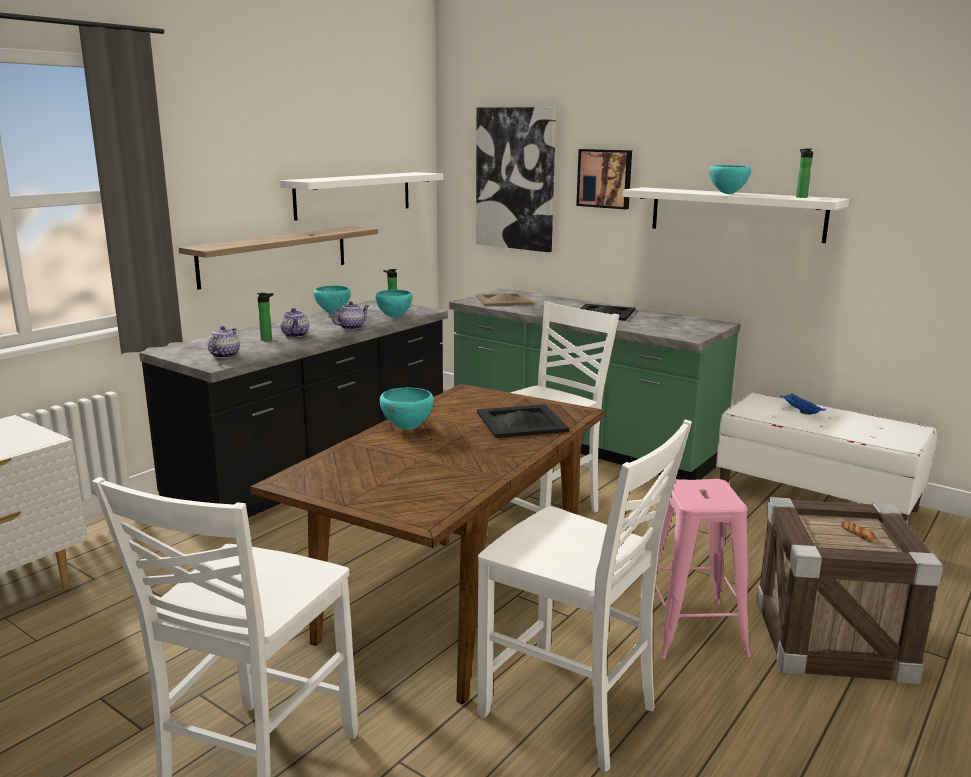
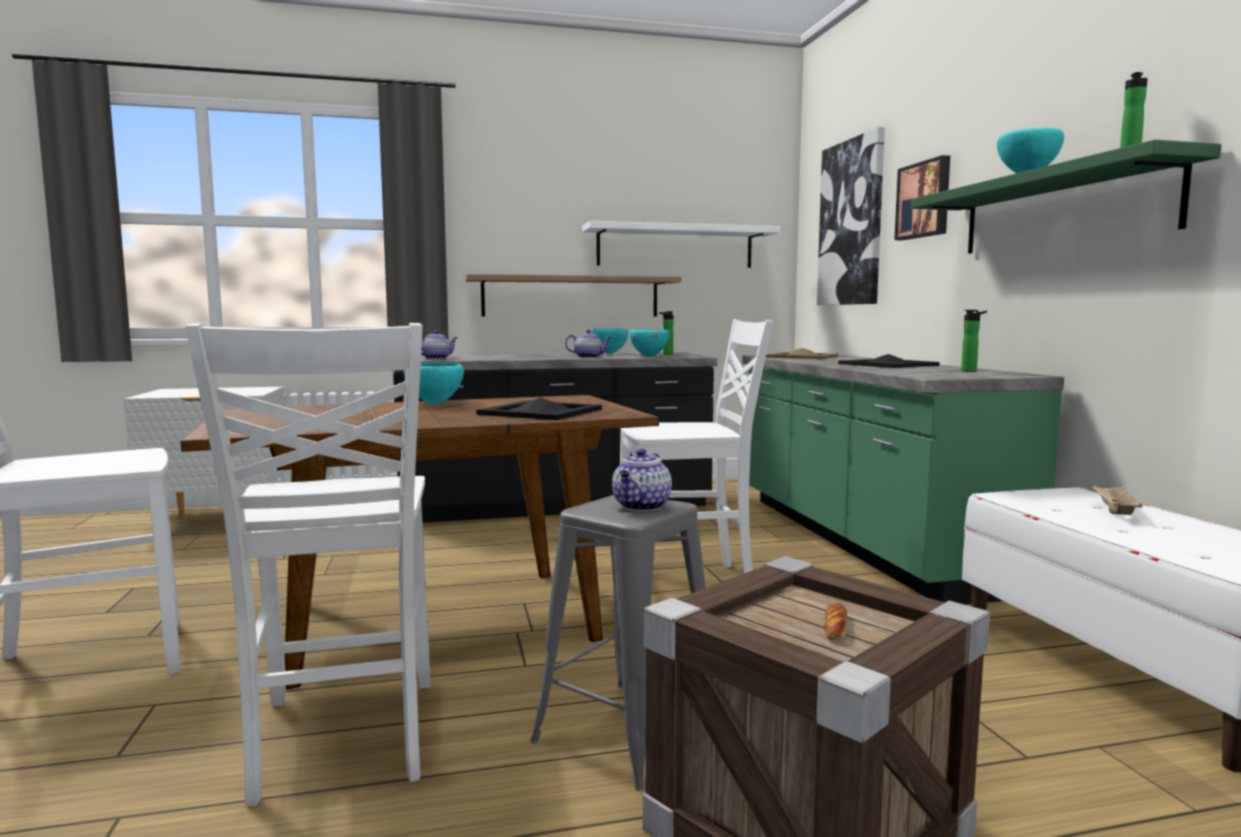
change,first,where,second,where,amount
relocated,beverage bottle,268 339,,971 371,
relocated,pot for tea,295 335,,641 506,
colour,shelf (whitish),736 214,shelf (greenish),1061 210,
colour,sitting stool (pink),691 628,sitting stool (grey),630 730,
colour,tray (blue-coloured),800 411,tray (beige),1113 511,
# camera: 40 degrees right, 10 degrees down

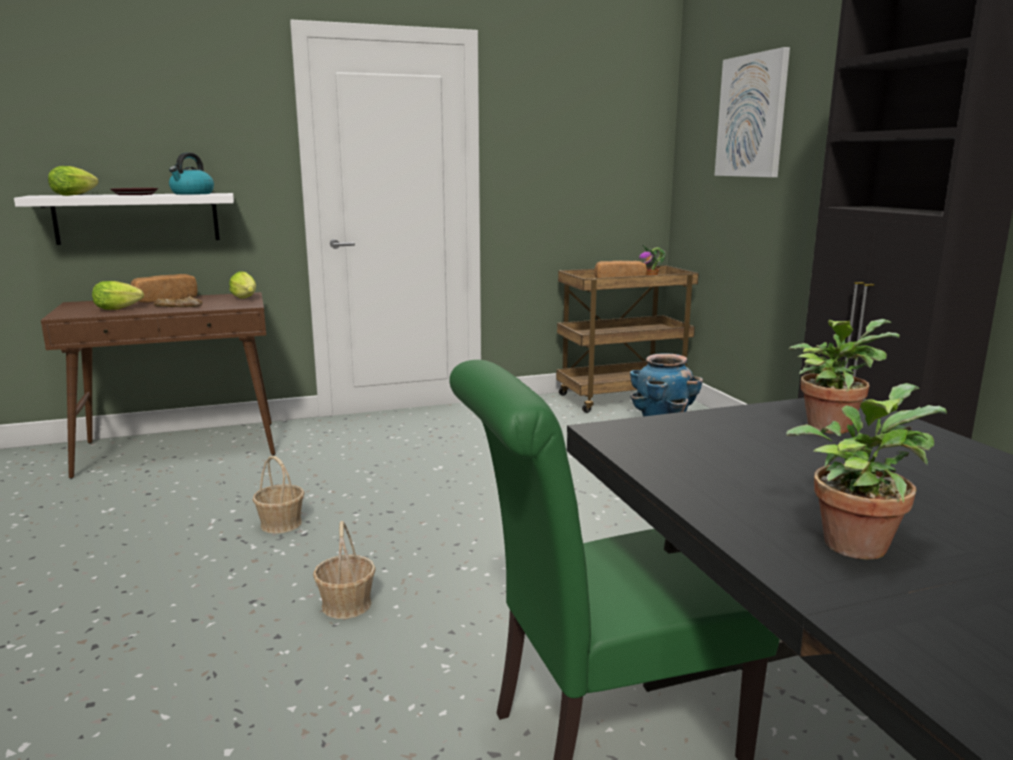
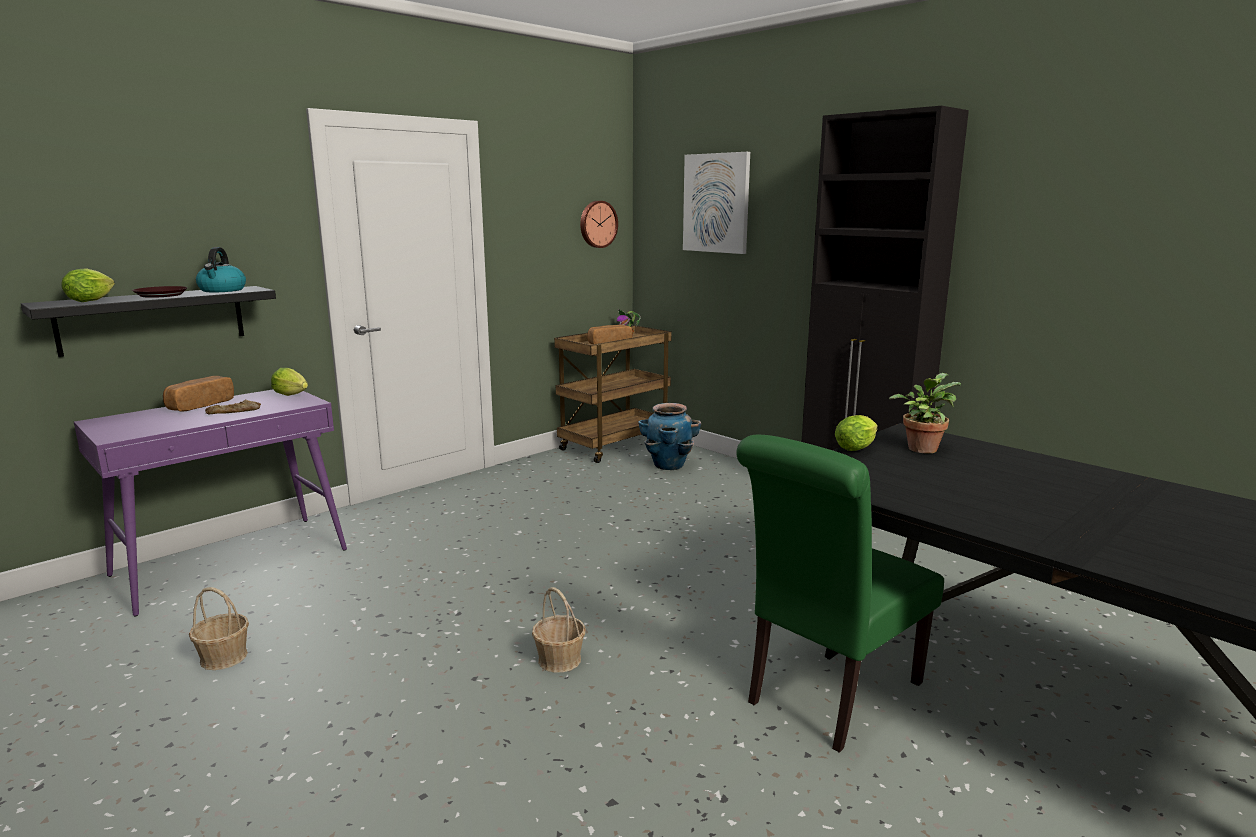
change,first,where,second,where,amount
colour,shelf (whitish),137 218,shelf (black),153 319,
colour,narrow table (brownish),181 448,narrow table (purple),232 562,
relocated,lettuce head,120 309,,857 447,
relocated,storage basket,281 524,,224 657,
missing,plant in a pot,855 541,,,
appeared,,,hanging clock,597 224,
# camera: 25 degrees left, 0 degrees up

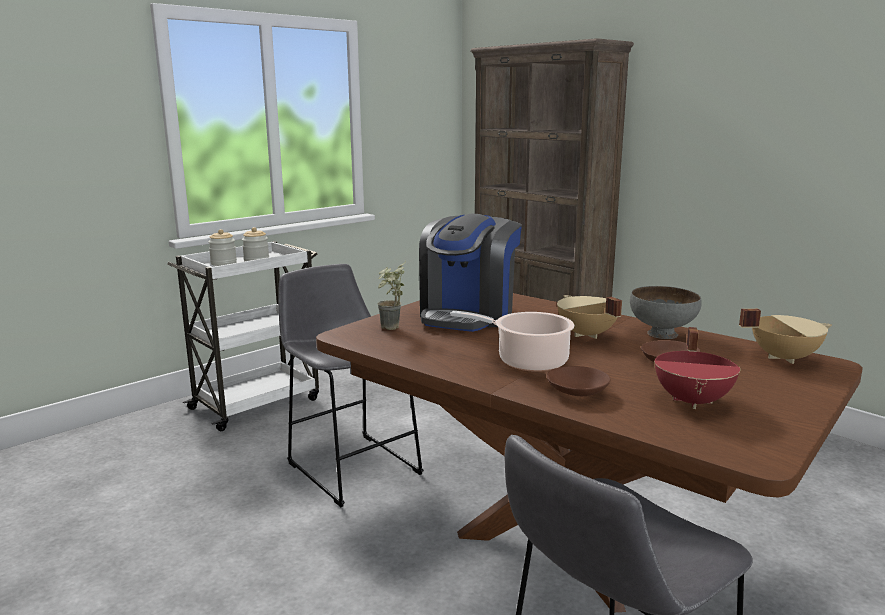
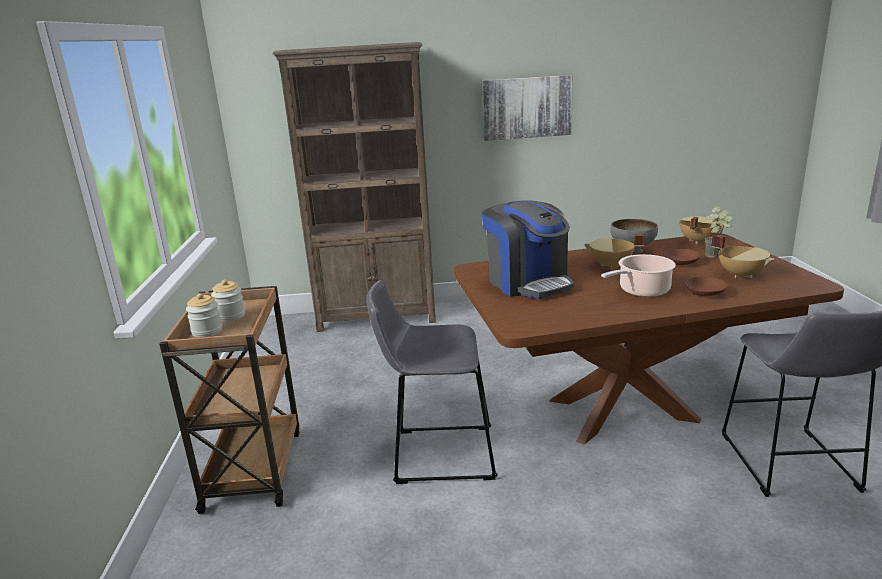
change,first,where,second,where,amount
colour,wheeled cart (whitish),257 403,wheeled cart (brownish),254 468,
relocated,plant in a pot,391 329,,716 256,
colour,saucepot (reddish),694 401,saucepot (beige),741 274,
appeared,,,wall art,526 107,
# camera: 50 degrees left, 5 degrees up

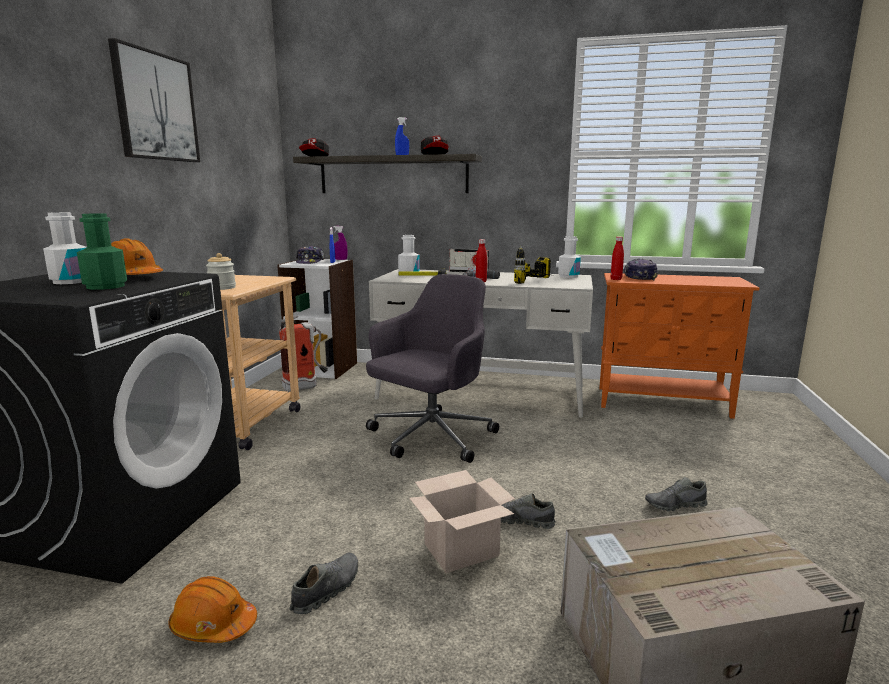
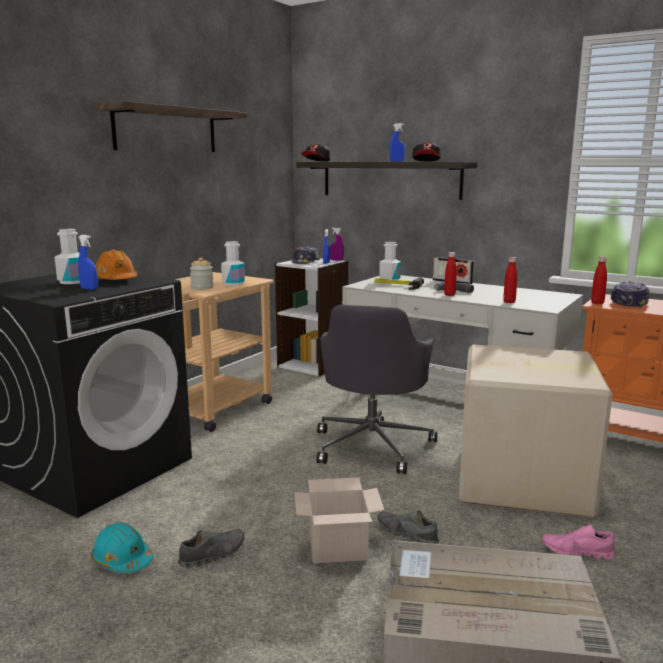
change,first,where,second,where,amount
exchanged,beverage bottle (greenish),105 286,sprayer (blue-coloured),89 289,
exchanged,wall art,155 107,shelf,166 130,
colour,safety helmet (orange),213 625,safety helmet (turquoise),122 560,
missing,fire extinguisher,306 387,,,
spun,desk chair (grey),430 437,,373 445,135 degrees clockwise
exchanged,electric drill,540 283,beverage bottle (reddish),509 302,
relocated,beverage bottle (whitish),568 276,,233 283,
colour,low shoe (grey),675 505,low shoe (pink),577 552,
appeared,,,packing box,525 481,
# camera: 20 degrees right, 0 degrees up

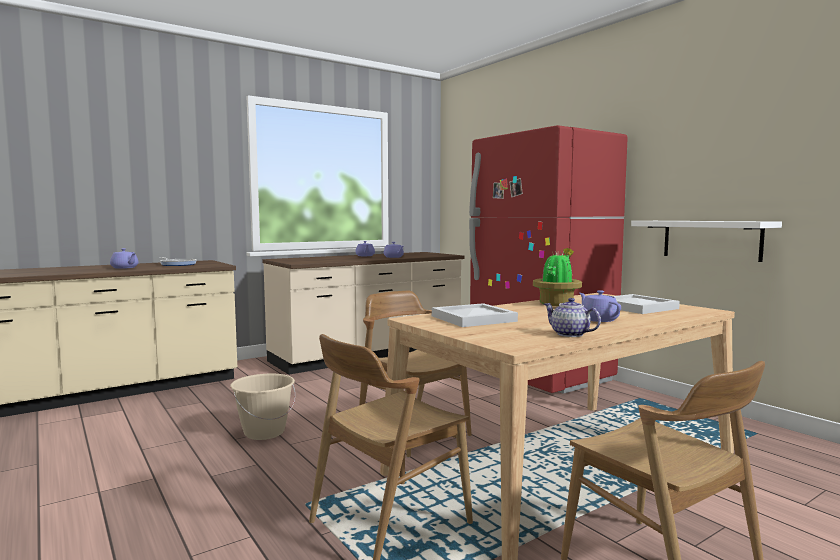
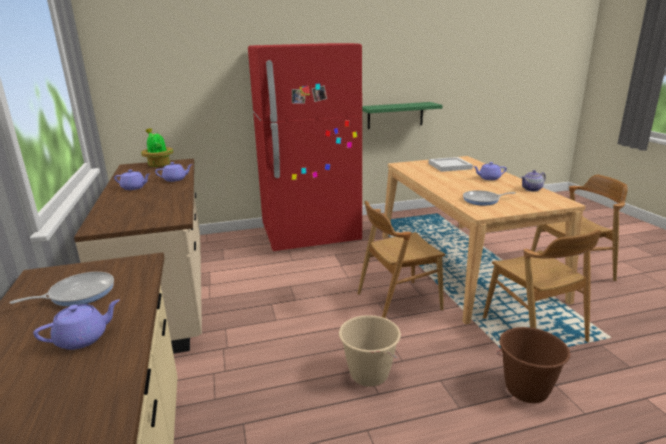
change,first,where,second,where,amount
exchanged,tray (whitish),473 319,skillet,483 200,
relocated,plant in a pot,557 304,,159 164,
colour,shelf (whitish),711 239,shelf (greenish),395 115,
appeared,,,bucket (brownish),526 390,
# camera: 70 degrees left, 15 degrees up

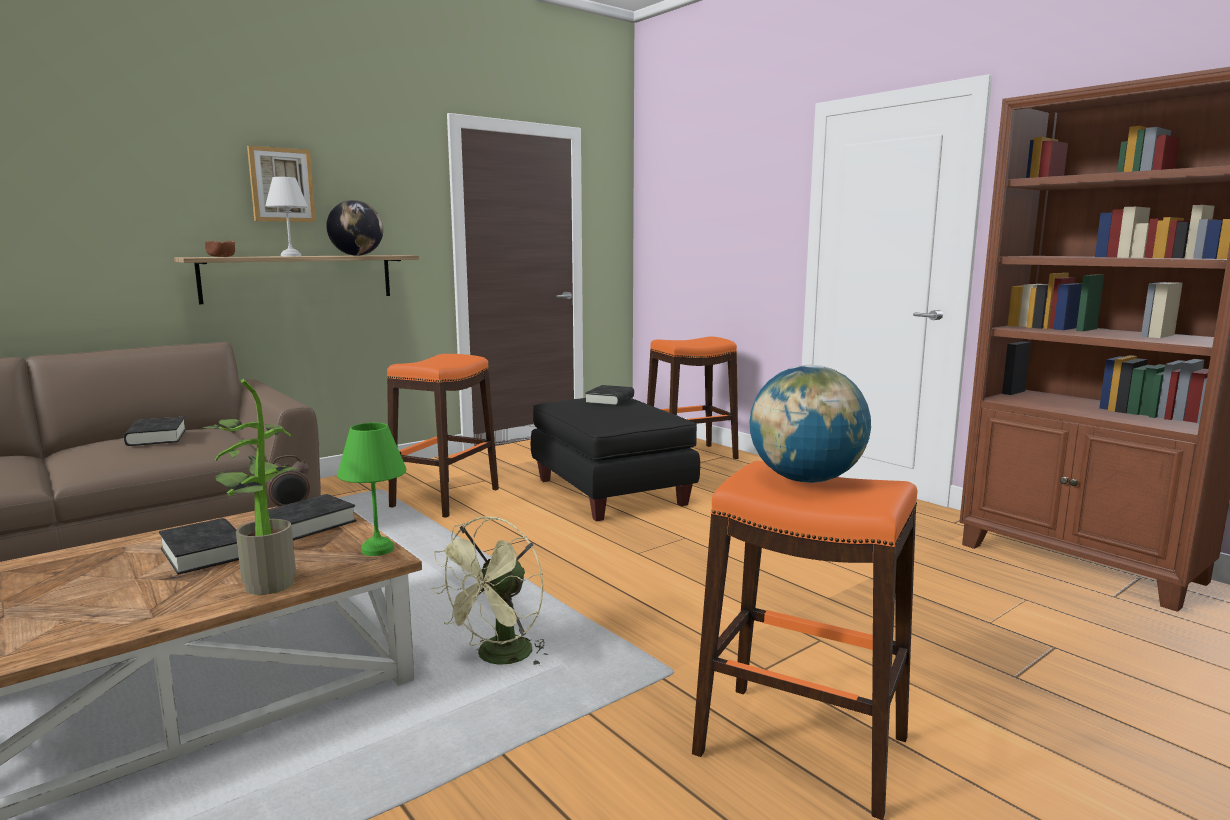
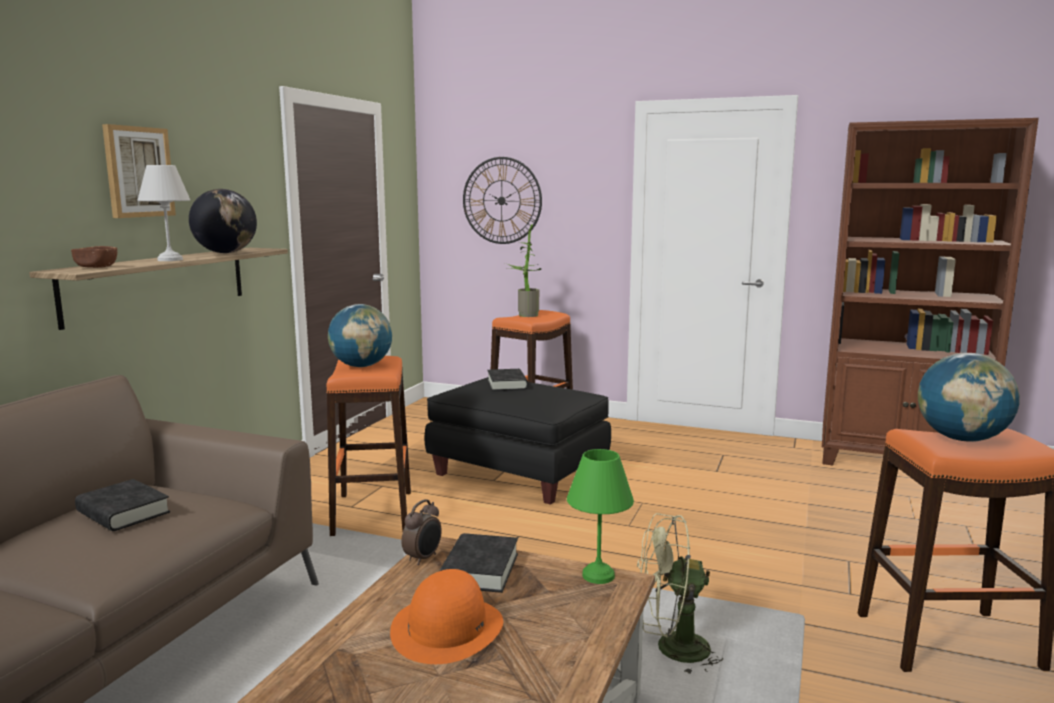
change,first,where,second,where,amount
exchanged,book (black),205 553,wearable hat (orange),447 628,
relocated,plant in a pot,264 583,,525 315,
spun,fan (greenish),498 659,,671 650,90 degrees clockwise
appeared,,,desk globe,361 366,
appeared,,,hanging clock,501 200,
# camera: 30 degrees left, 0 degrees up

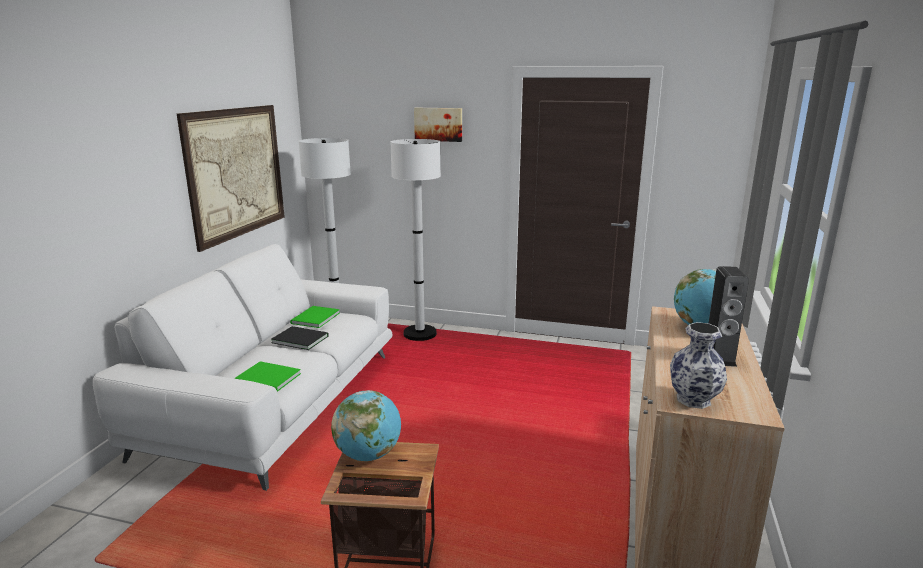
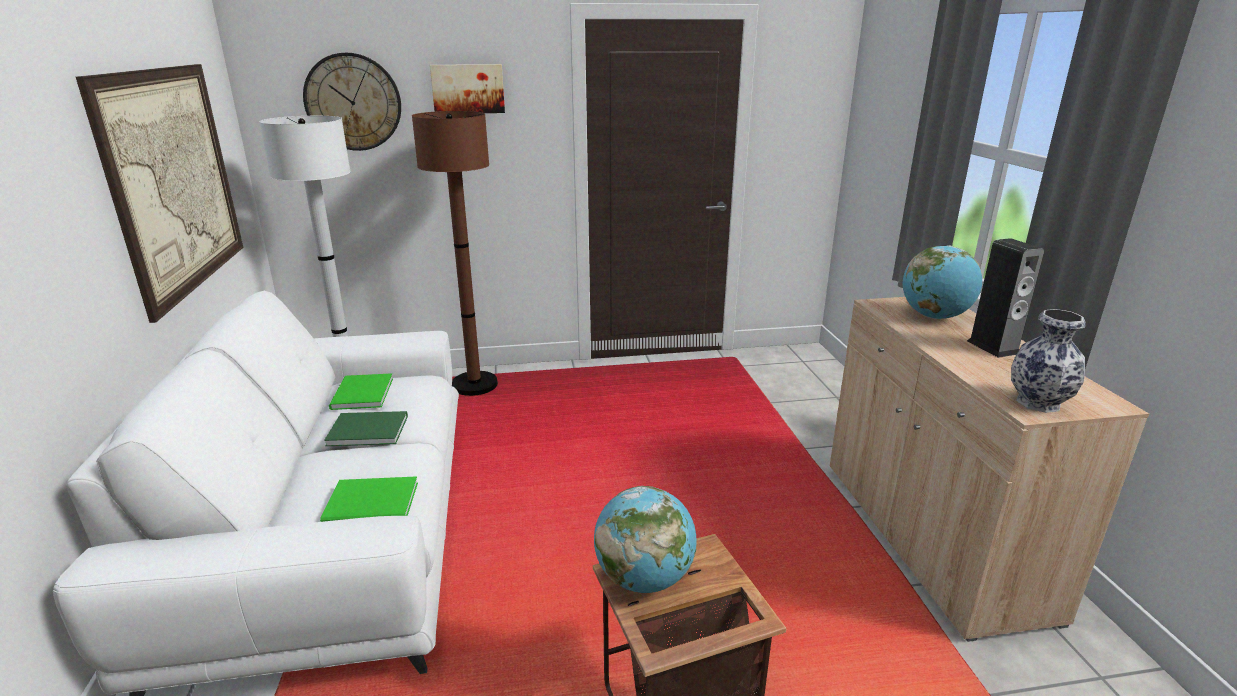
change,first,where,second,where,amount
colour,book (black),299 338,book (greenish),366 430,
colour,standing lamp (whitish),420 334,standing lamp (brownish),475 386,
appeared,,,hanging clock,353 102,
# camera: 25 degrees left, 5 degrees up

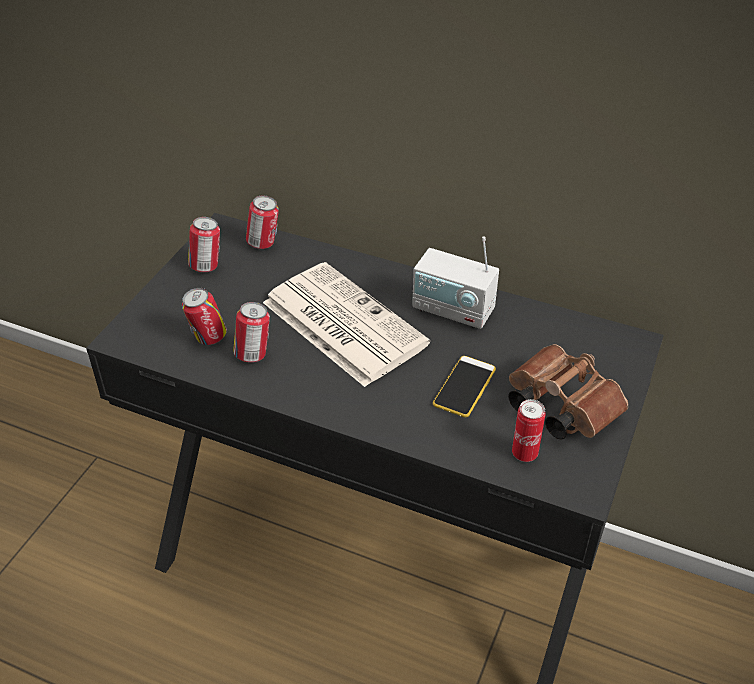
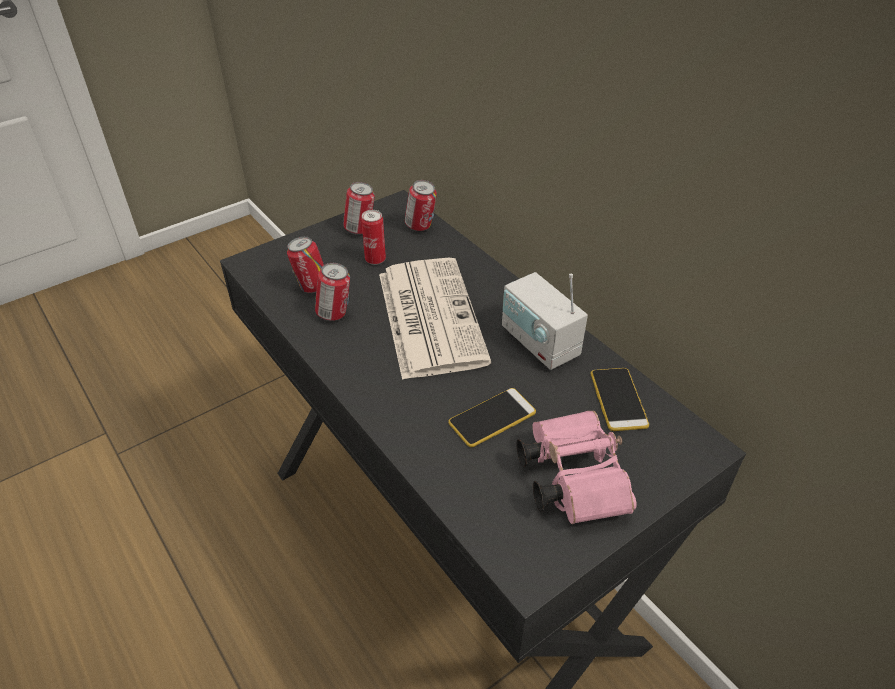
change,first,where,second,where,amount
colour,field glasses (brownish),558 406,field glasses (pink),570 477,
relocated,sealed can,524 453,,375 260,
appeared,,,handset,618 399,
# camera: 30 degrees right, 0 degrees up

